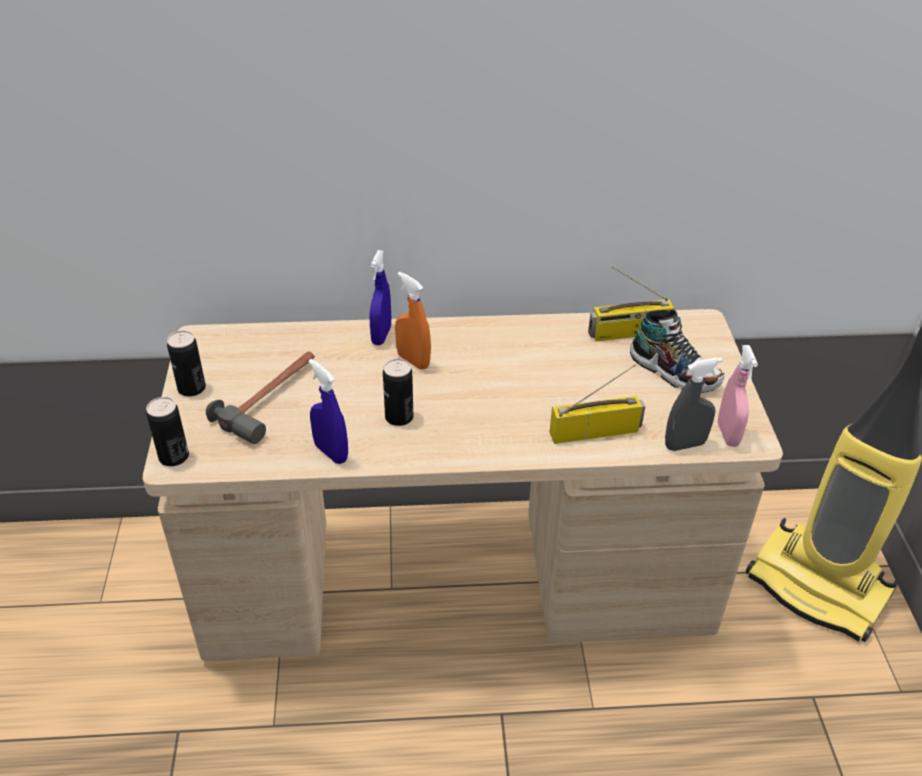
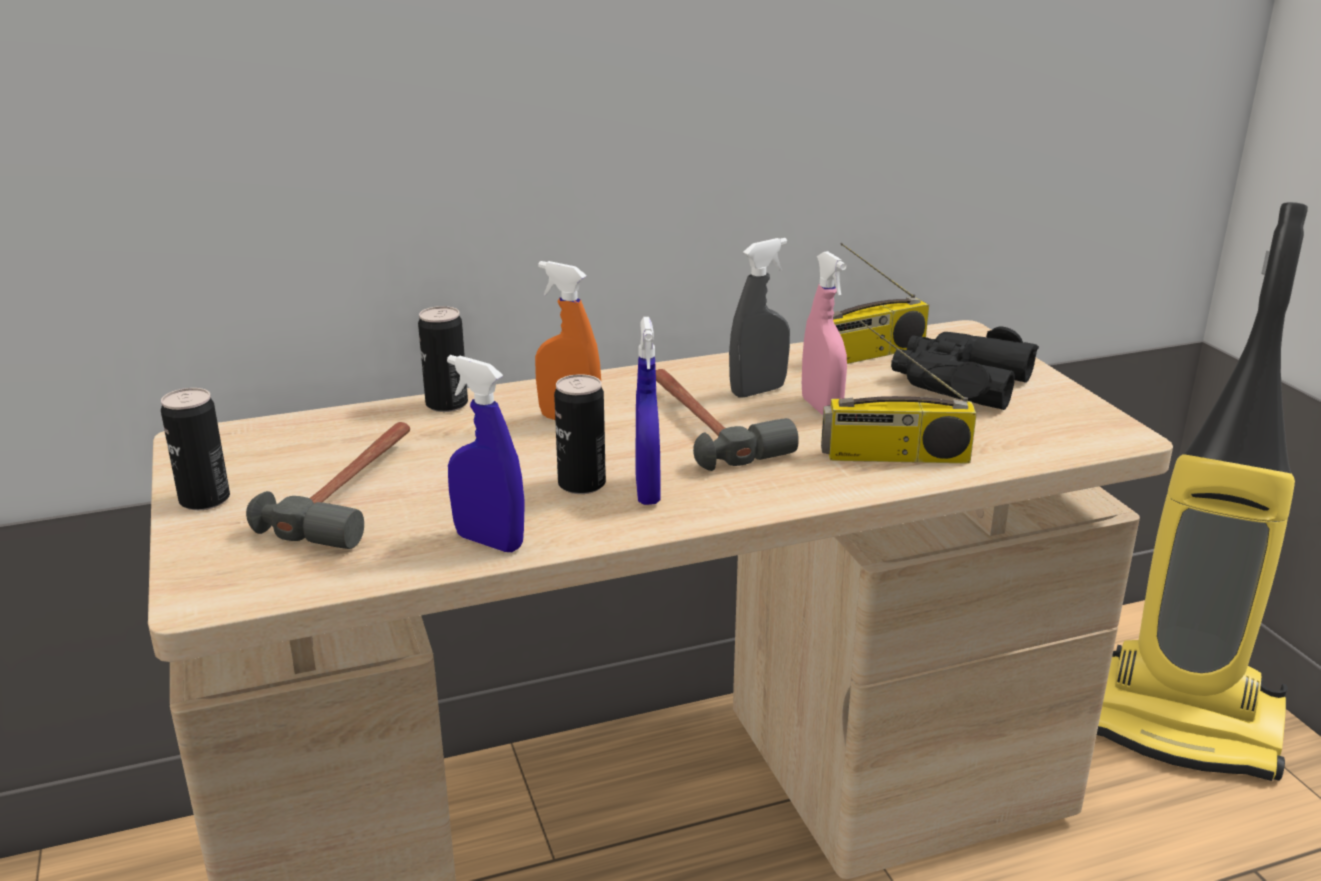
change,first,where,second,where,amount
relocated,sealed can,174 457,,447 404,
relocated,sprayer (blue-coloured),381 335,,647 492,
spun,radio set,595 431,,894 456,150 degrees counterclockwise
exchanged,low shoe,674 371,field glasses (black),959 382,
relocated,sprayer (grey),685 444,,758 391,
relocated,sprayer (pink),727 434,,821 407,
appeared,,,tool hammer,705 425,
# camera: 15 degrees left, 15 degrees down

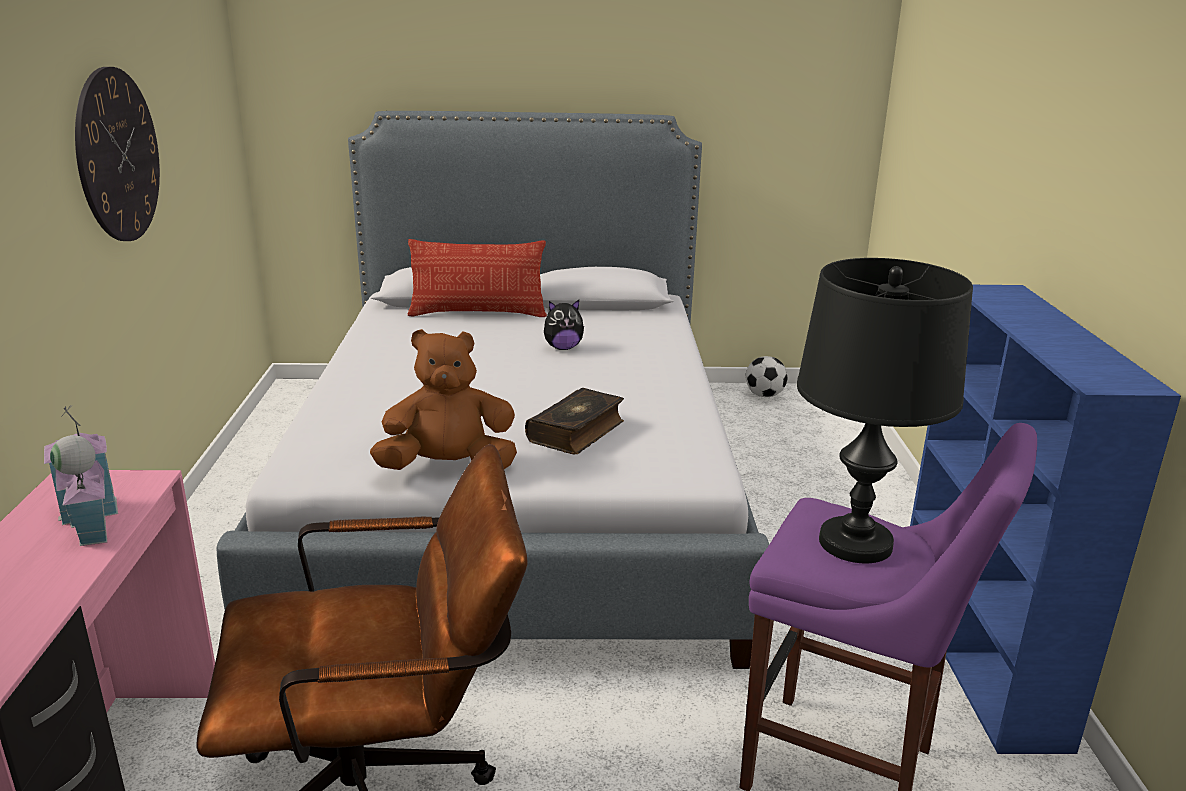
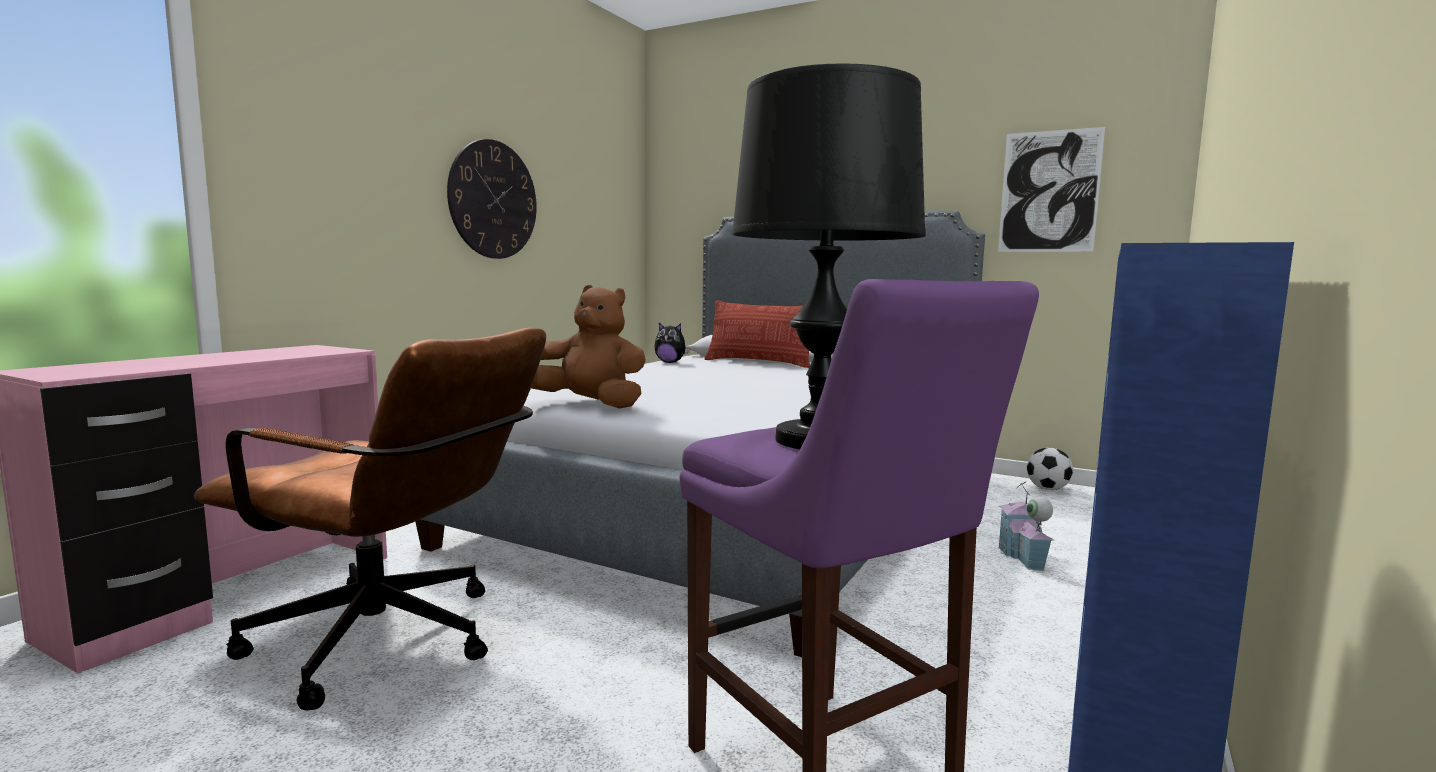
change,first,where,second,where,amount
relocated,miniature house,89 521,,1022 557,
missing,book,577 432,,,
relocated,plush toy,563 348,,670 362,
appeared,,,wall art,1049 191,
# camera: 30 degrees right, 15 degrees down

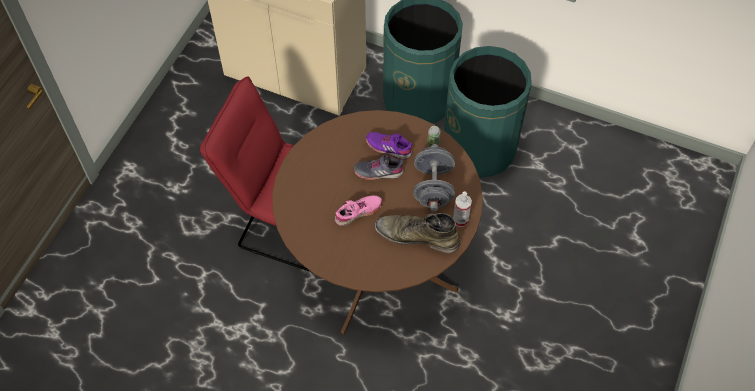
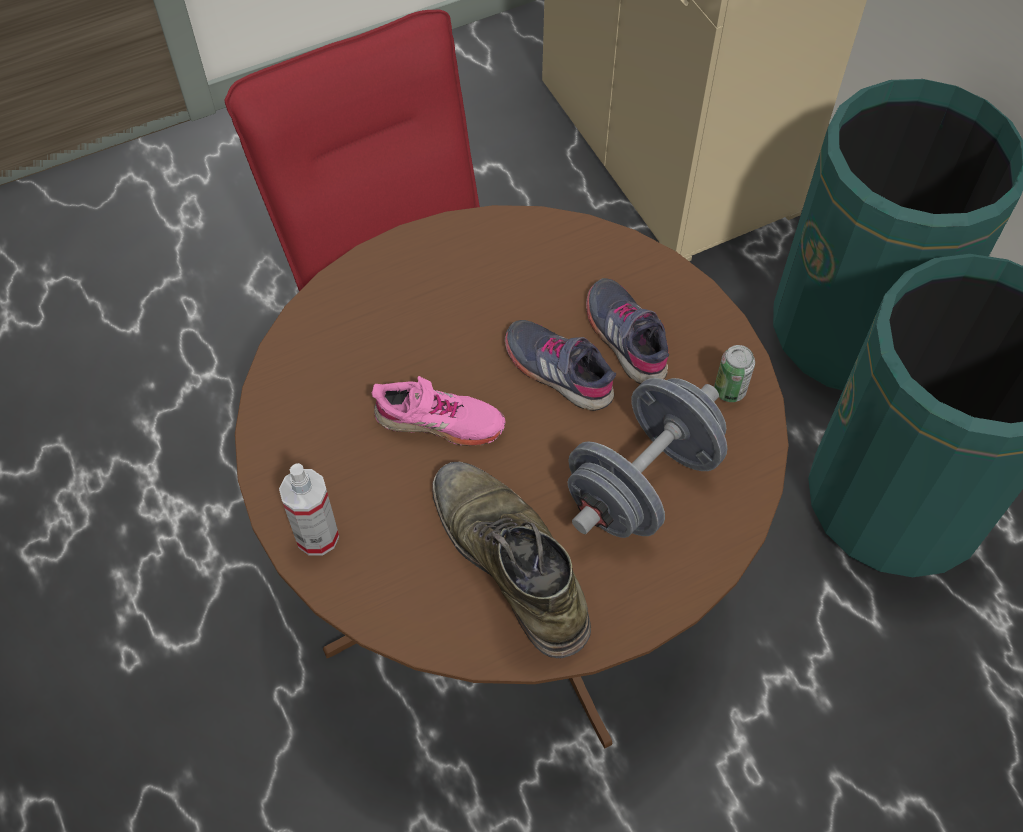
change,first,where,second,where,amount
colour,low shoe (purple),389 147,low shoe (grey),626 337,
relocated,sprayer,460 220,,317 536,
# camera: 40 degrees right, 0 degrees up

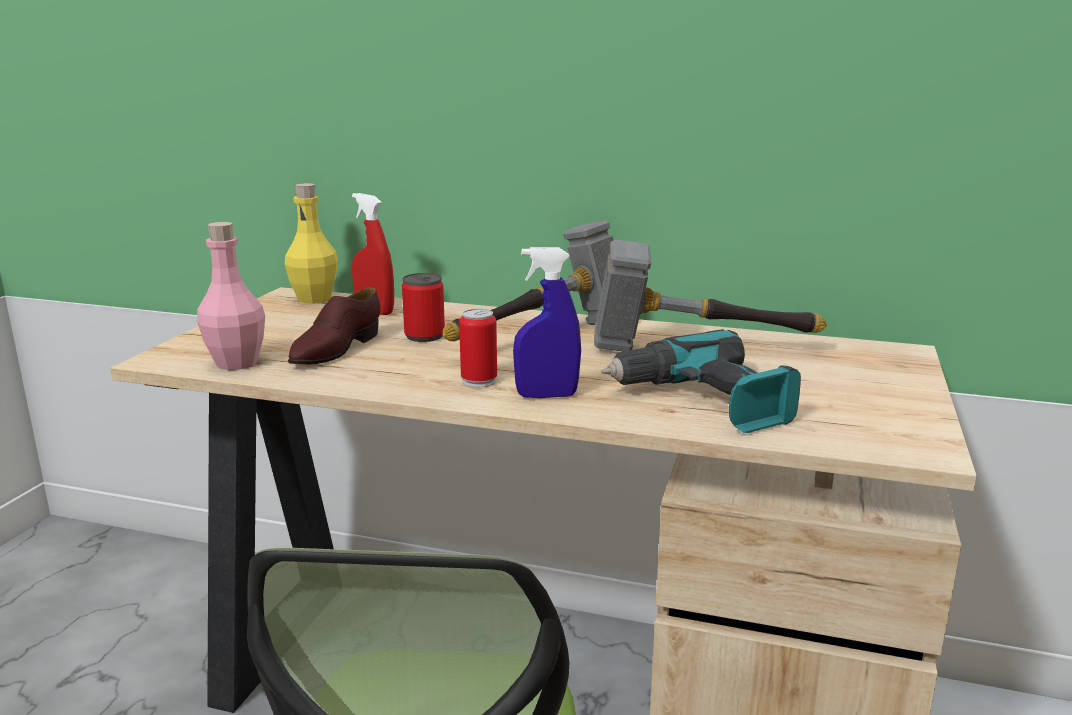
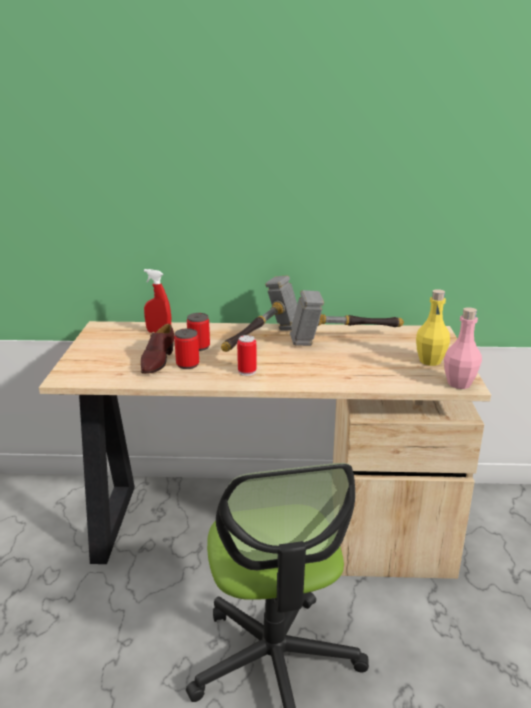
change,first,where,second,where,amount
relocated,beverage bottle (pink),236 363,,459 384,
relocated,beverage bottle (yellow-coloured),314 299,,430 361,
missing,sprayer (blue-coloured),547 395,,,
missing,electric drill,703 403,,,
appeared,,,sealed can,187 364,
# camera: 15 degrees left, 5 degrees up

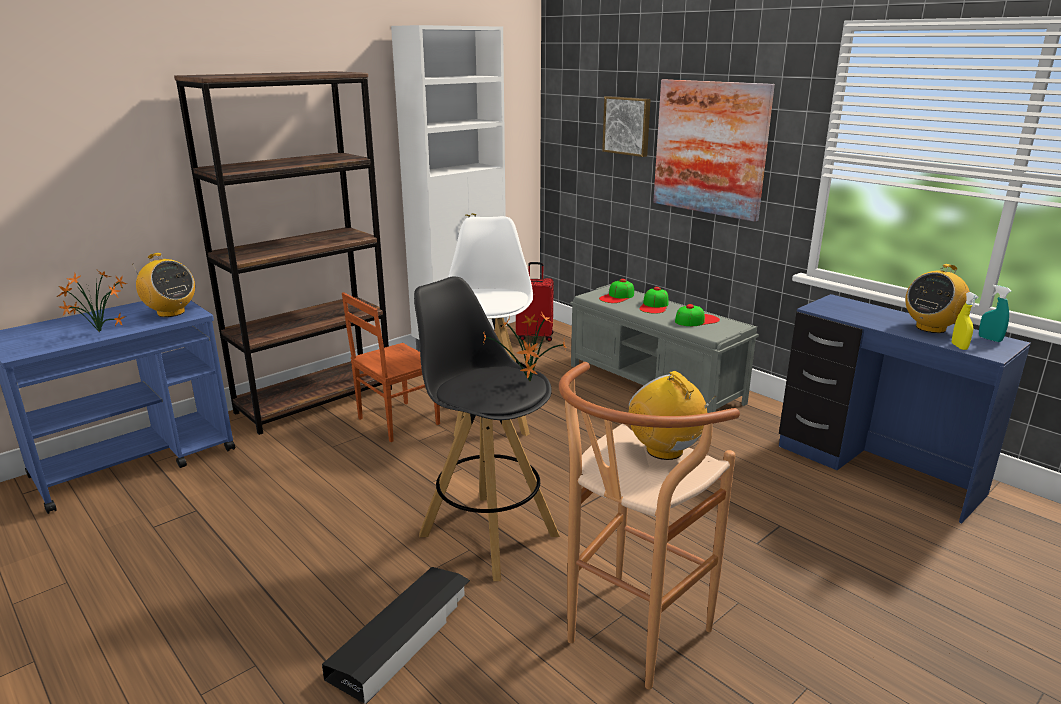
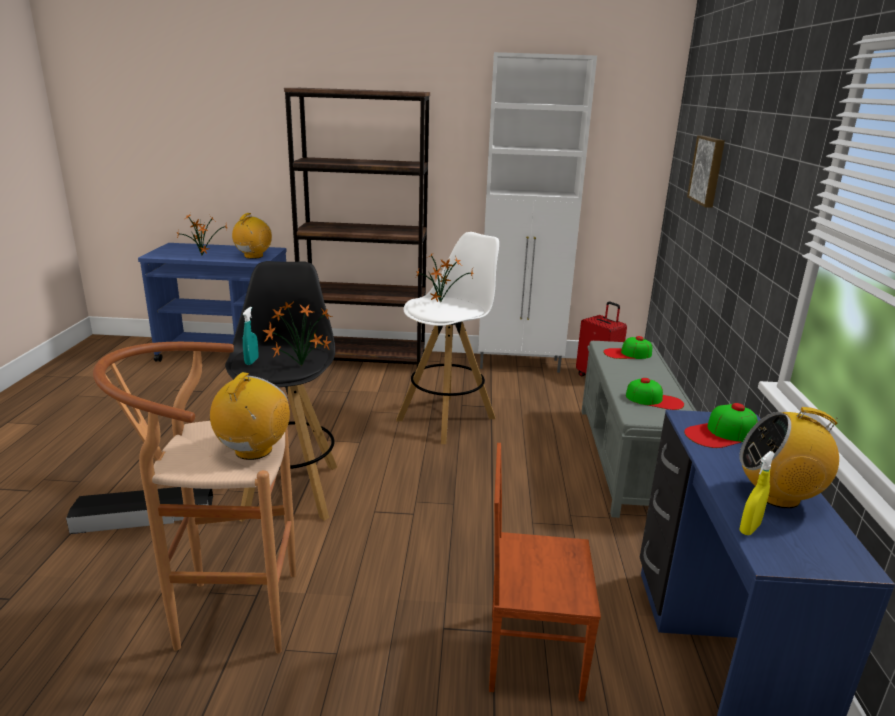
change,first,where,second,where,amount
spun,radio set,170 312,,253 256,150 degrees counterclockwise
relocated,plain chair (brownish),397 421,,532 652,
relocated,cap,654 306,,721 433,
missing,wall art,710 148,,,
relocated,sprayer (turquoise),989 339,,251 361,
appeared,,,plant in a pot,441 302,
# camera: 45 degrees right, 0 degrees up

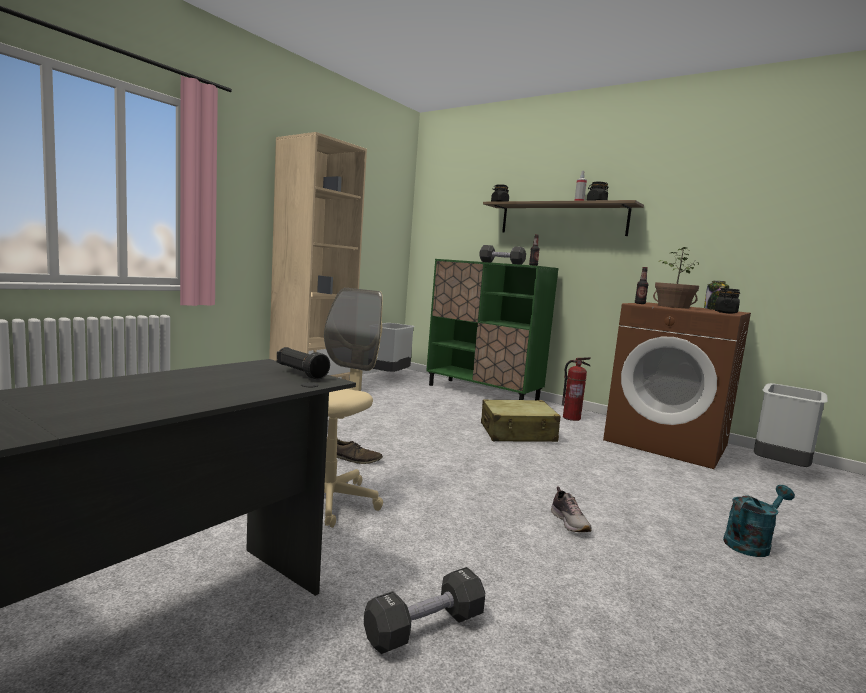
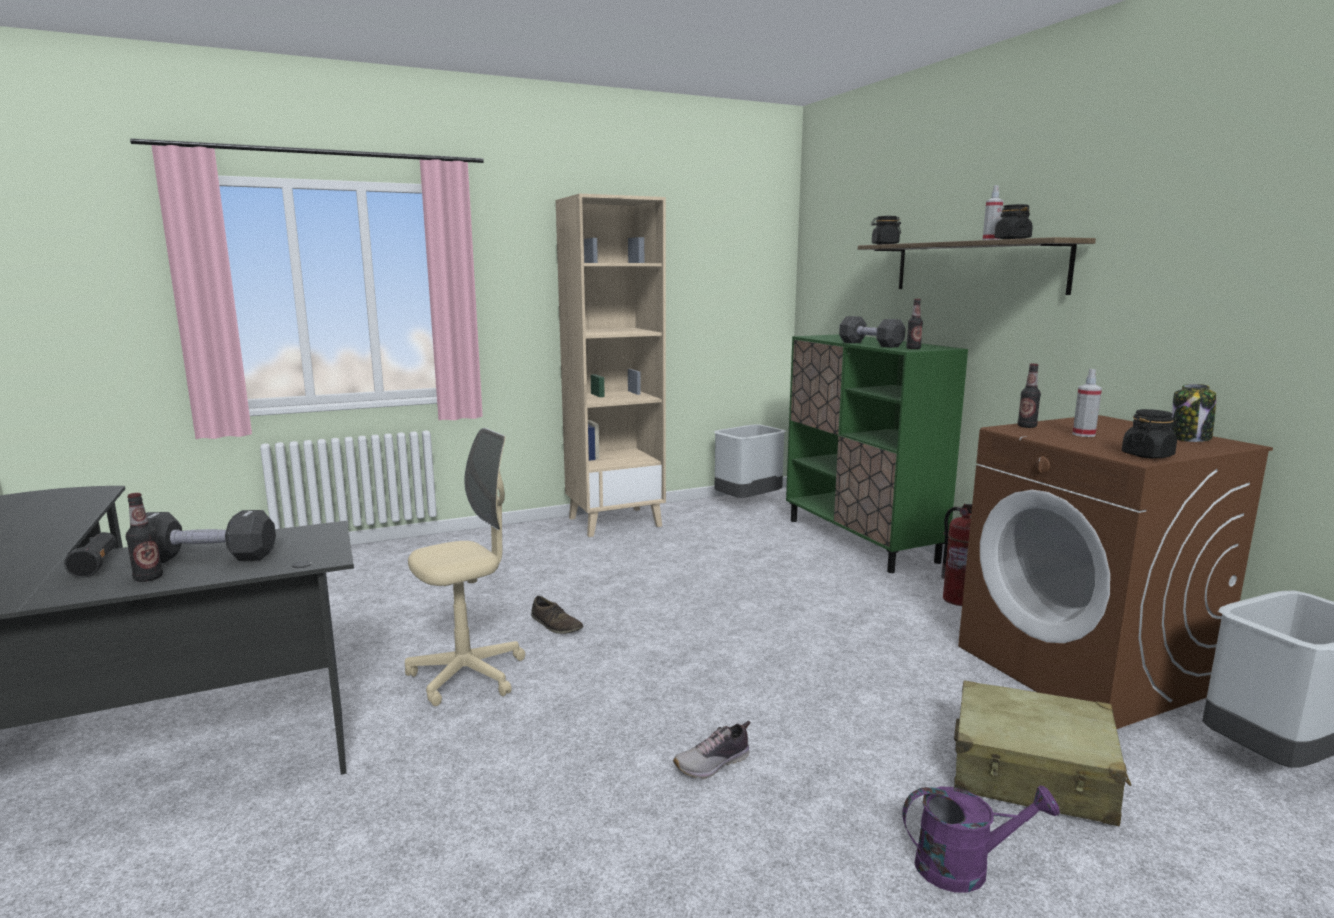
change,first,where,second,where,amount
relocated,torch (black),300 373,,96 565,
relocated,dumbbell (black),425 628,,207 558,
relocated,suitcase (beige),517 433,,1032 774,
spun,low shoe,570 522,,713 763,45 degrees clockwise
exchanged,plant in a pot,673 306,sprayer,1083 434,
colour,watering pot (turquoise),751 543,watering pot (purple),964 867,
appeared,,,beverage bottle,148 578,
# camera: 30 degrees right, 5 degrees up

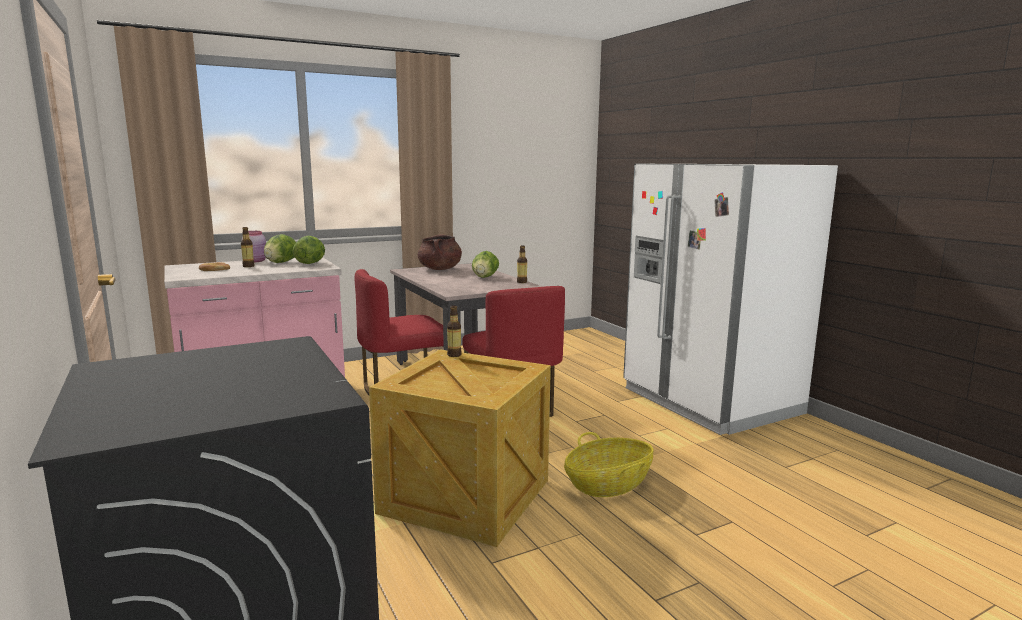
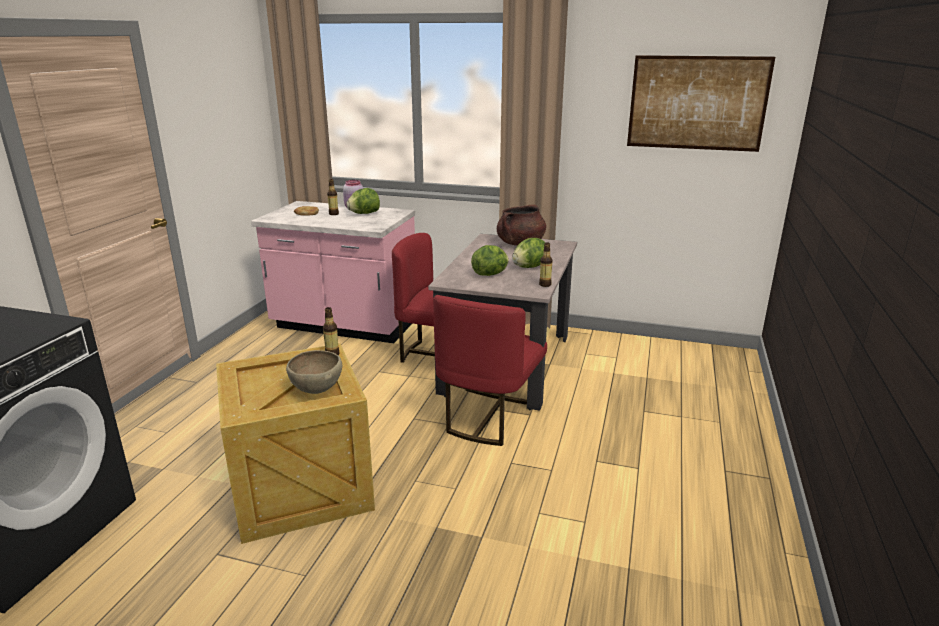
change,first,where,second,where,amount
relocated,lettuce head,311 263,,490 274,
missing,storage basket,608 484,,,
missing,refrigerator (whitish),710 401,,,
appeared,,,serving bowl (brownish),316 390,
appeared,,,wall art,697 103,
# camera: 45 degrees right, 10 degrees up

